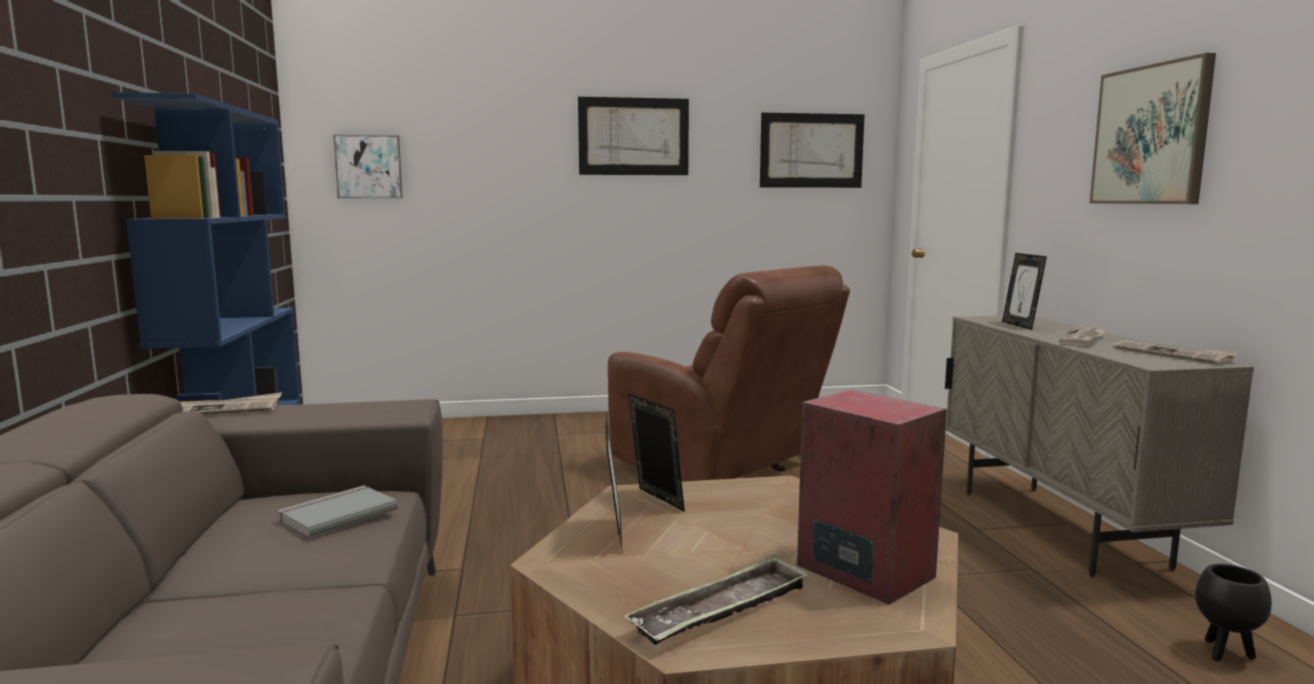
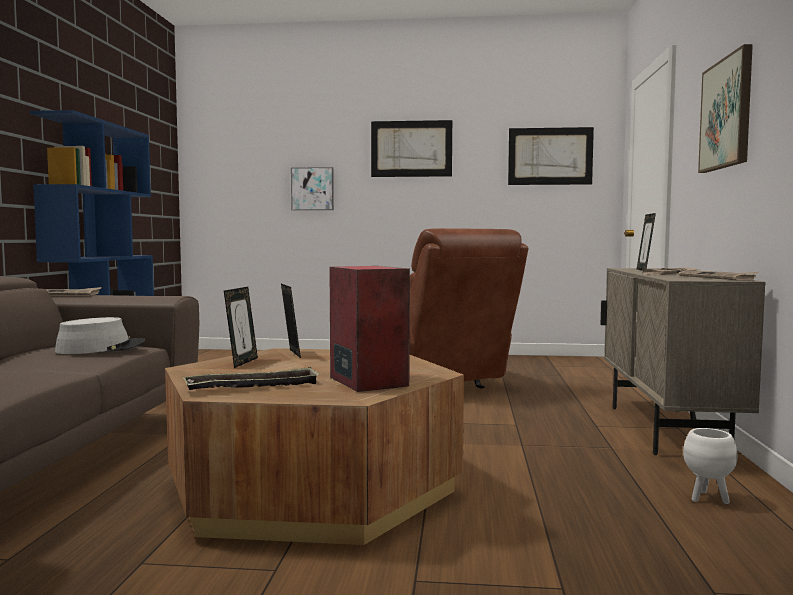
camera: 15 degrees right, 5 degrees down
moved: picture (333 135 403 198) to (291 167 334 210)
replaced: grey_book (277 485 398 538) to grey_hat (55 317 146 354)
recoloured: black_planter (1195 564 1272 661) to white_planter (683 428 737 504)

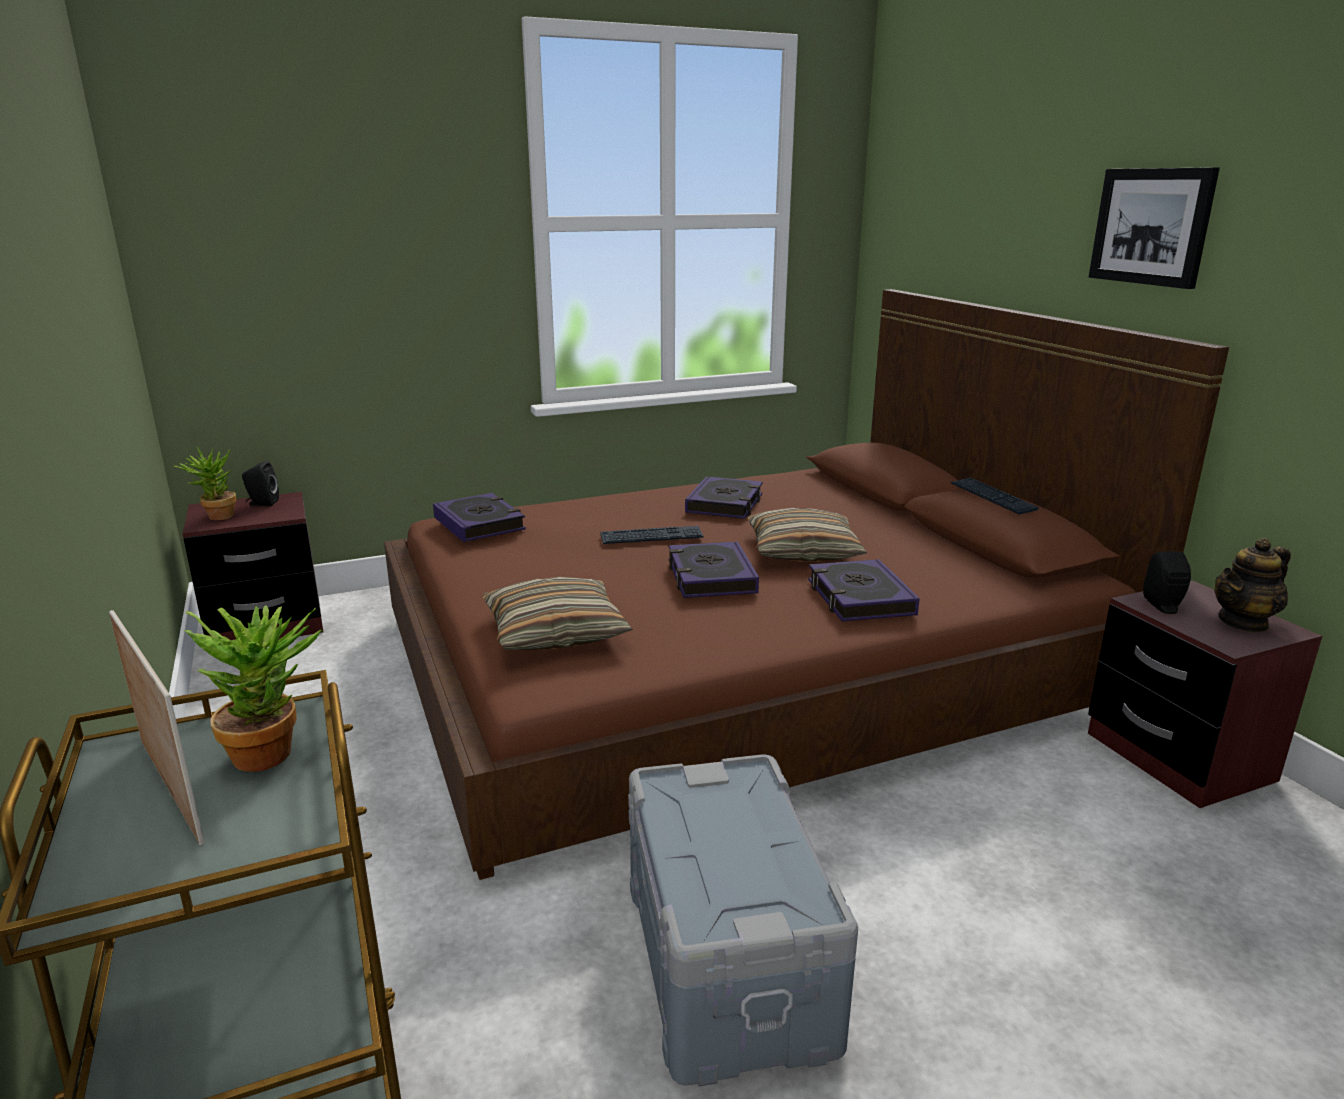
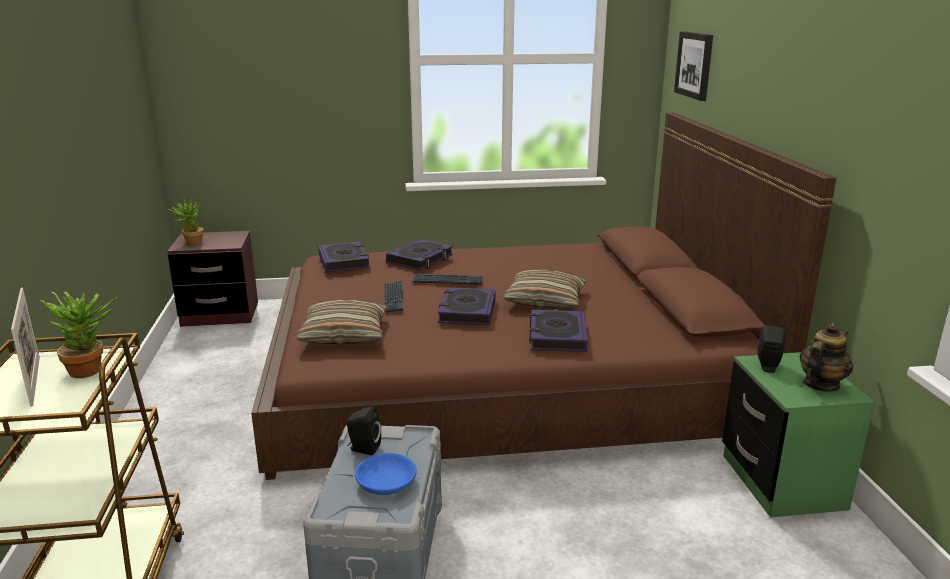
camera: 15 degrees right, 0 degrees up
added: blue_bowl (355 453 417 495)
moved: picture (1089 167 1220 289) to (674 31 713 101); black_speaker (242 461 279 506) to (347 406 381 455); book (685 476 763 519) to (386 239 453 271); keyboard (951 477 1039 515) to (384 281 404 312)
recoloured: brown_nightstand (1088 581 1322 808) to green_nightstand (722 352 874 517)
turned: teapot (1215 538 1291 633) = (800 323 853 392) 150 degrees clockwise

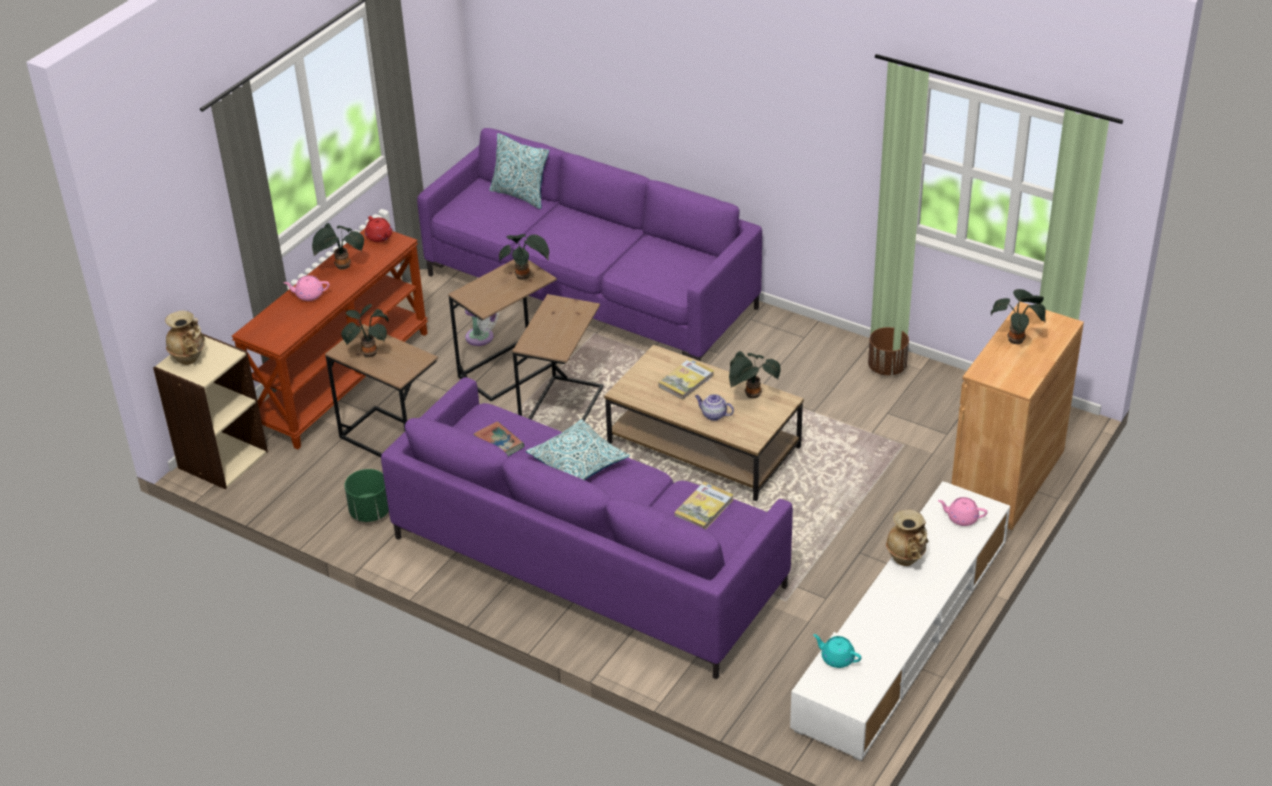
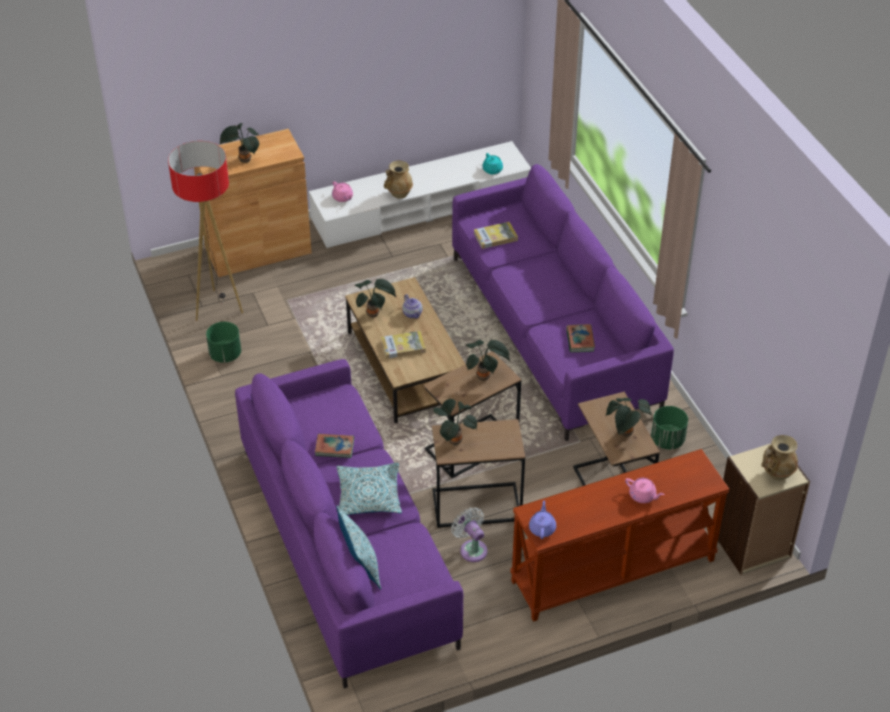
camera: 145 degrees left, 5 degrees up
added: floor_lamp (168 141 243 321); book (315 434 354 458)
moved: potted_plant (312 223 364 270) to (466 340 511 381); pillow (525 419 630 480) to (336 462 402 515)
recoloured: red_teapot (365 216 392 242) to purple_teapot (529 501 556 539); brown_planter (868 327 909 376) to green_planter (206 322 241 363)

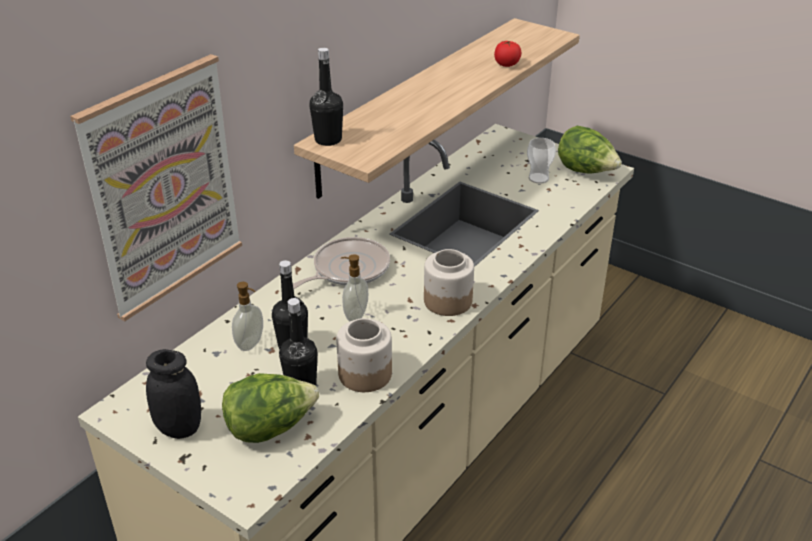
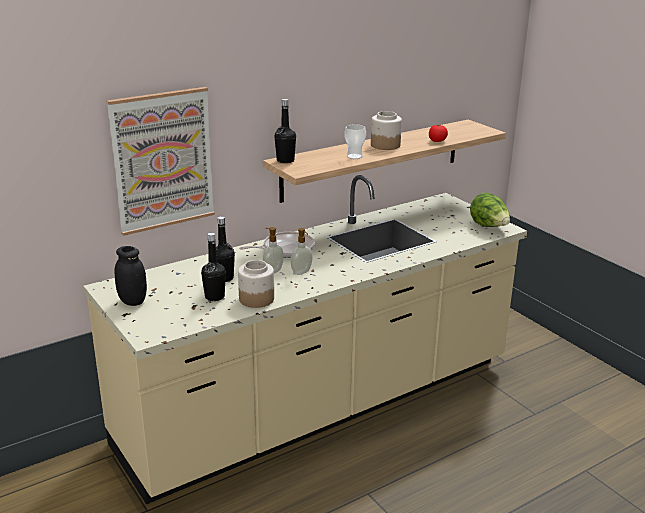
camera: 20 degrees right, 10 degrees down
removed: lettuce (222 373 319 443)
moved: cup (527 138 556 184) to (344 124 366 159); jar (424 249 474 316) to (371 111 402 150); soap_dispenser (232 282 263 351) to (291 228 313 275)

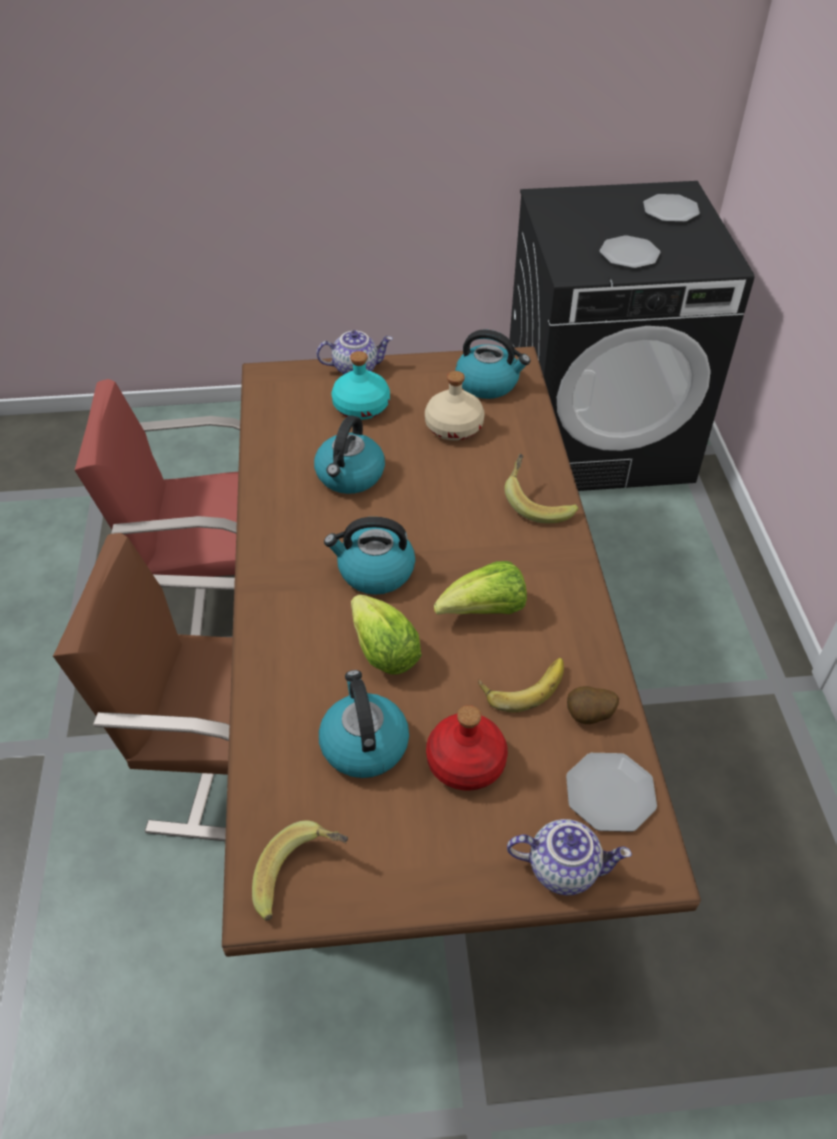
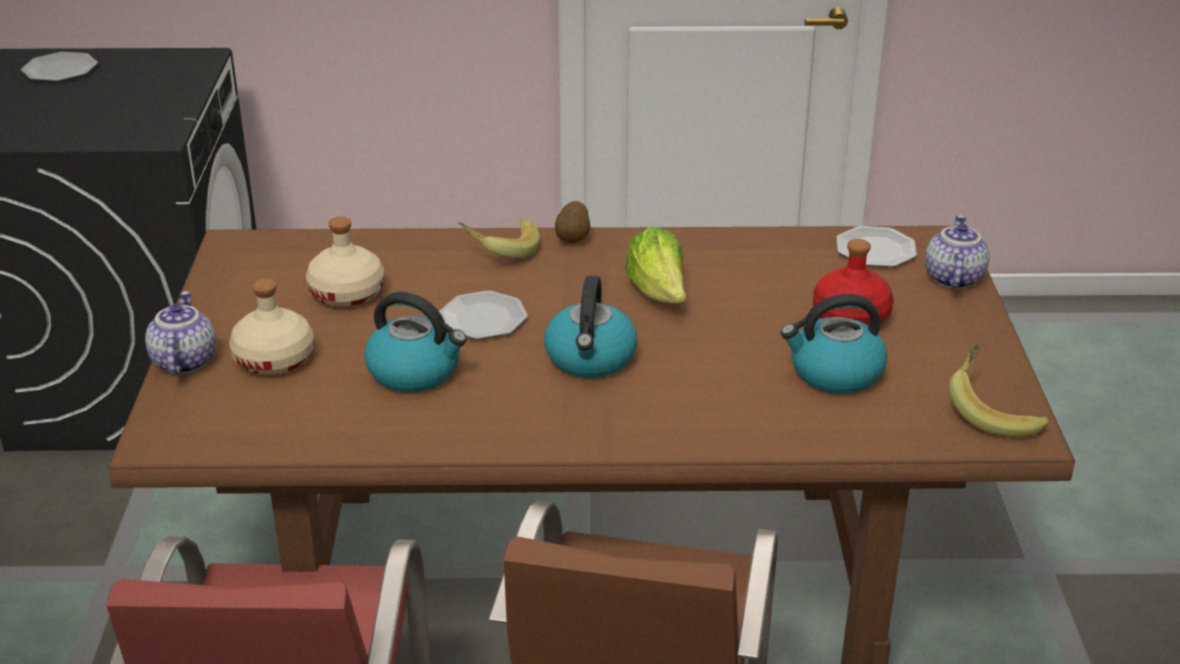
camera: 85 degrees left, 15 degrees down
removed: kettle (455 330 530 399); lettuce (351 594 422 675); banana (478 658 564 712)
moved: plate (600 236 660 268) to (439 291 528 339); potato (567 686 619 724) to (555 201 590 243)
recoloured: turquoise_bottle (331 351 390 420) to beige_bottle (229 279 314 375)

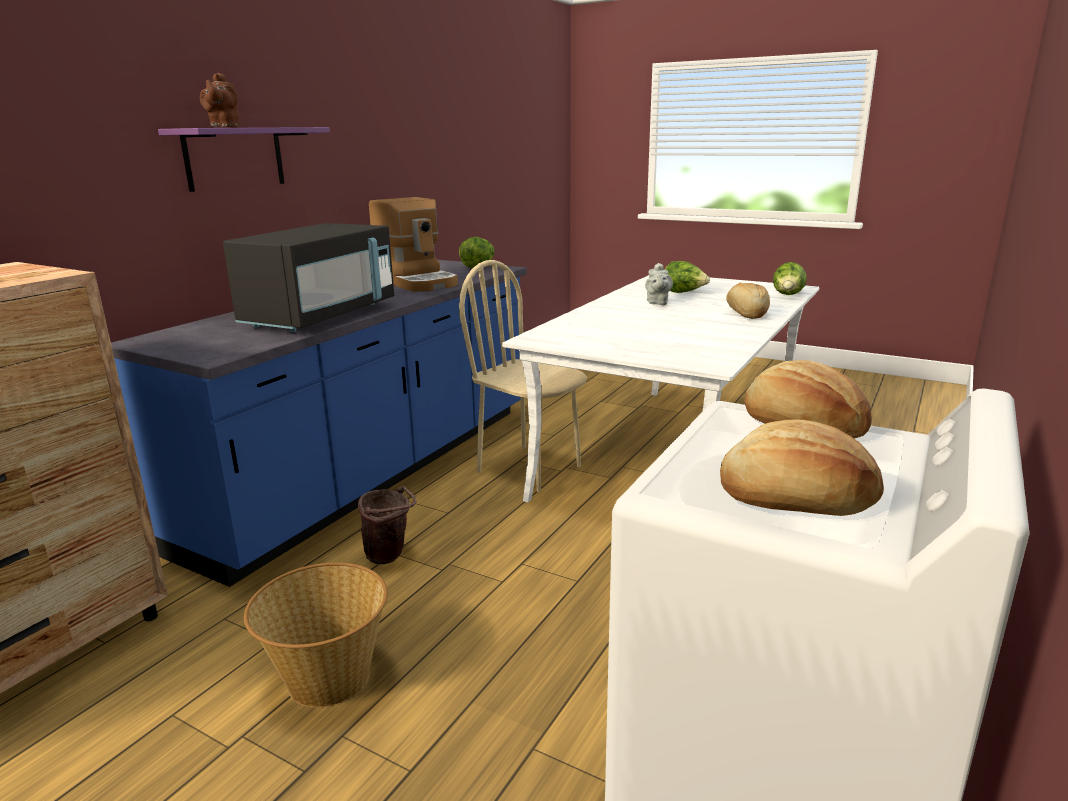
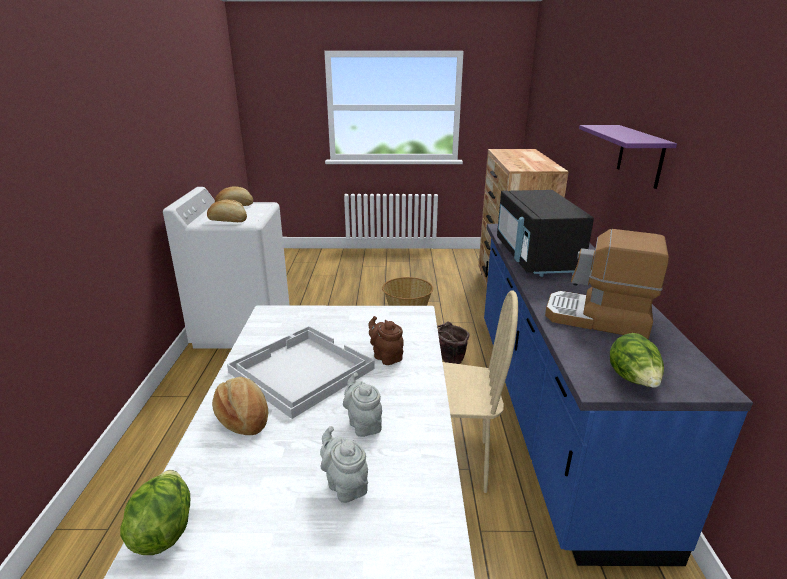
camera: 150 degrees right, 5 degrees up
added: white_tray (227 326 375 419)
moved: brown_teapot (200 73 240 127) to (369 316 404 365)
replaced: lettuce (665 261 710 293) to grey_teapot (320 426 368 503)

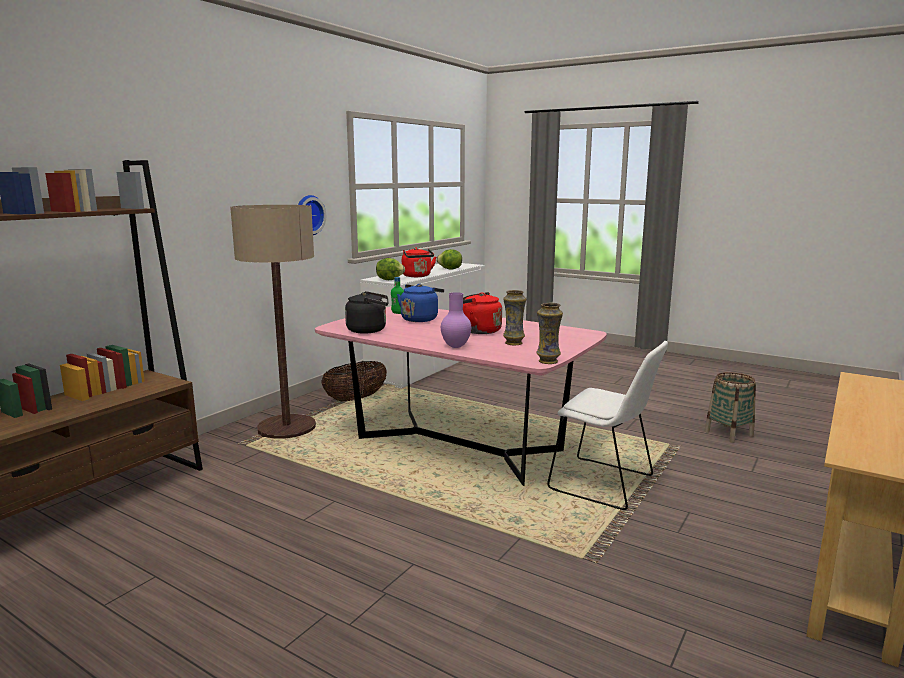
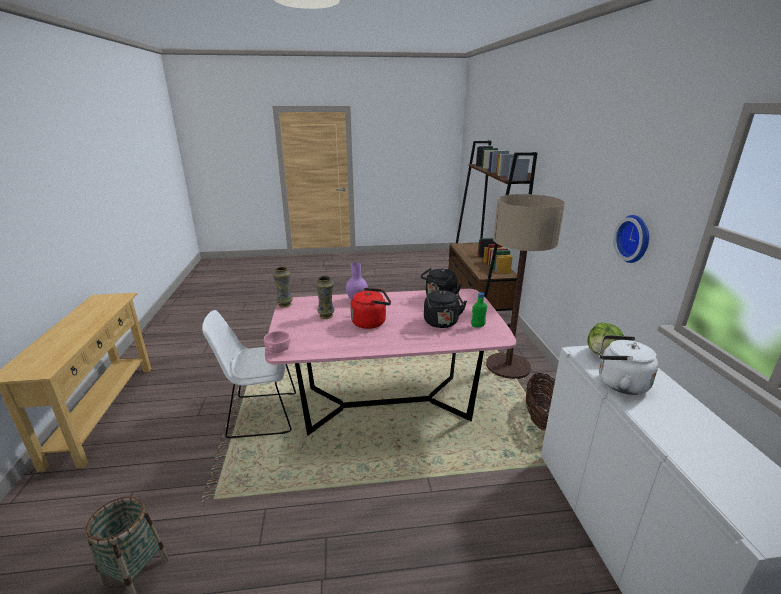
camera: 140 degrees right, 10 degrees up
removed: lettuce (436 249 462 270)
added: pink_bowl (264 331 291 353)
recoloured: red_kettle (402 247 436 277) to white_kettle (599 335 658 395); blue_kettle (397 284 444 322) to black_kettle (424 290 467 328)

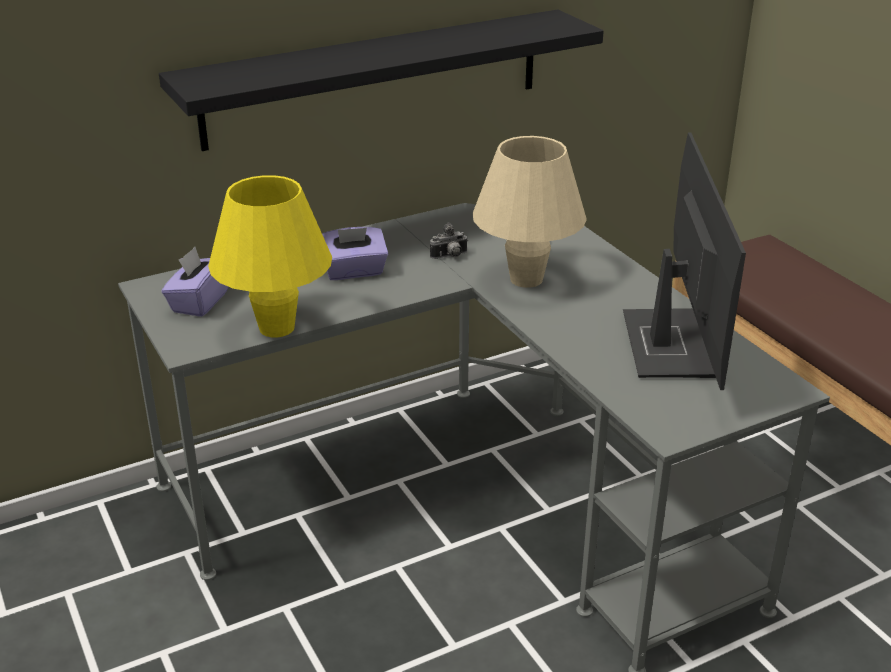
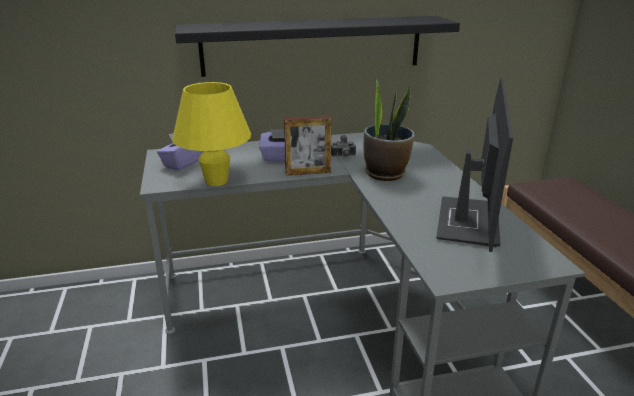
camera: 15 degrees right, 5 degrees down
added: picture_frame (284 116 332 176)
replaced: beige_table_lamp (473 136 587 288) to potted_plant (364 78 414 181)

